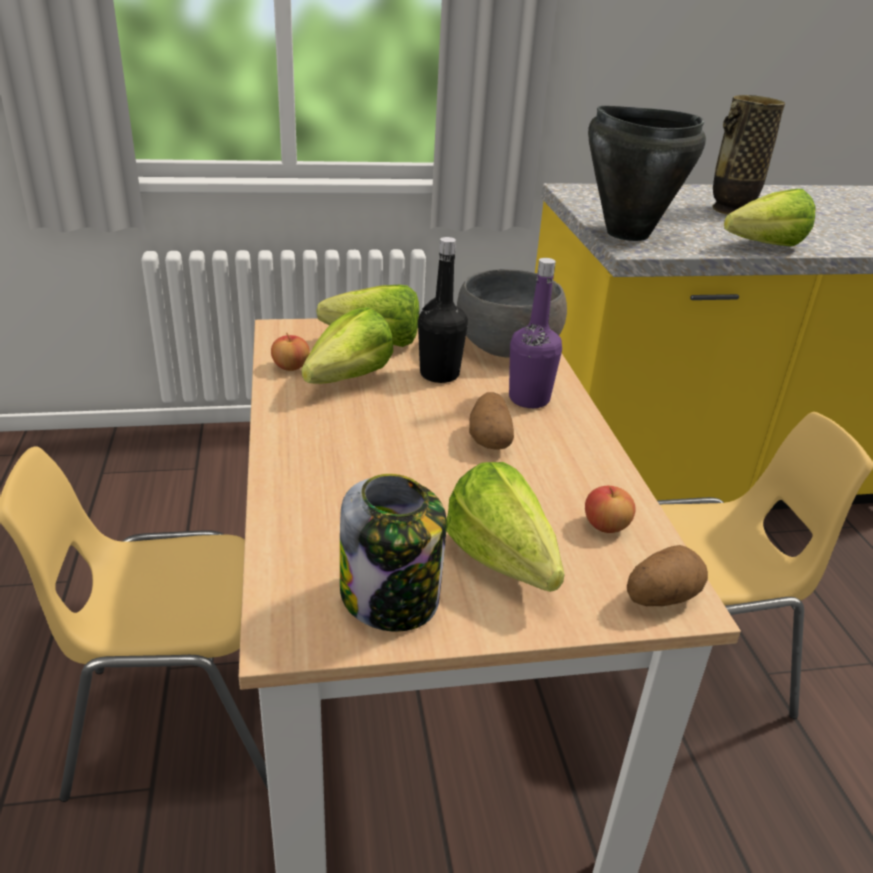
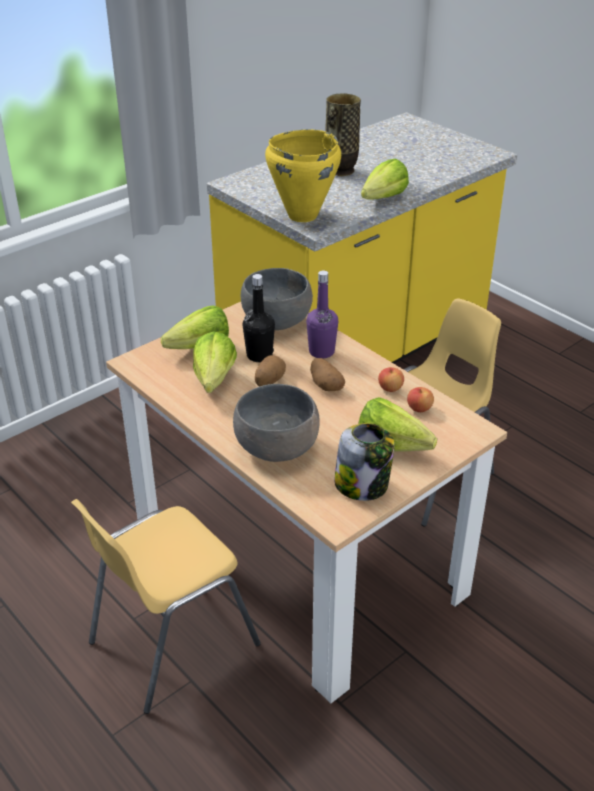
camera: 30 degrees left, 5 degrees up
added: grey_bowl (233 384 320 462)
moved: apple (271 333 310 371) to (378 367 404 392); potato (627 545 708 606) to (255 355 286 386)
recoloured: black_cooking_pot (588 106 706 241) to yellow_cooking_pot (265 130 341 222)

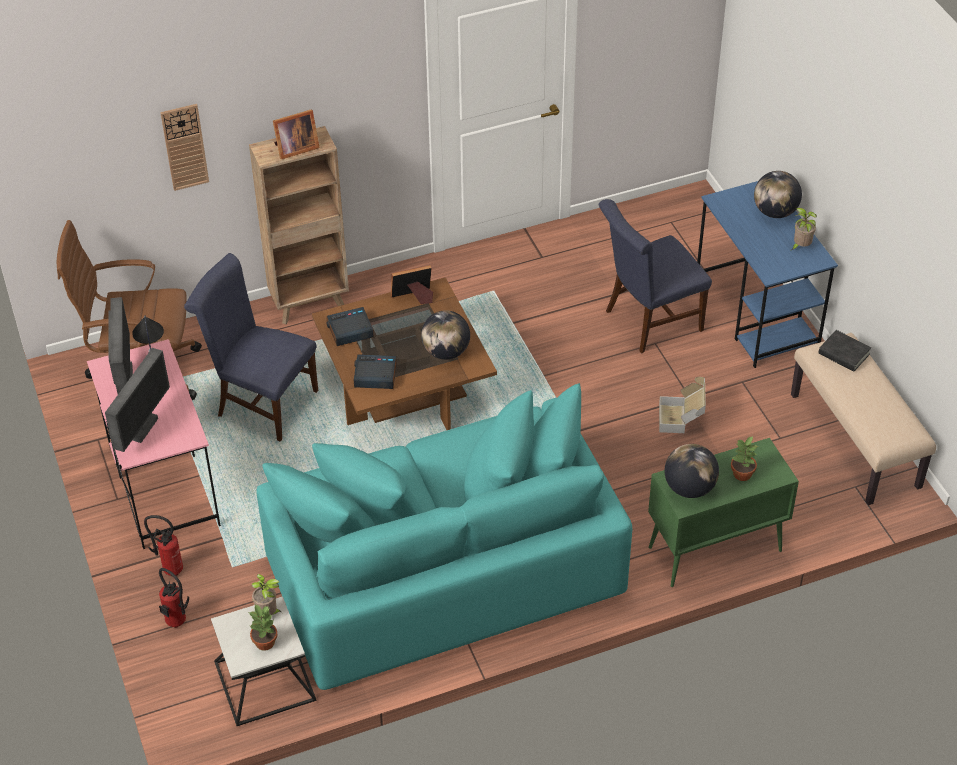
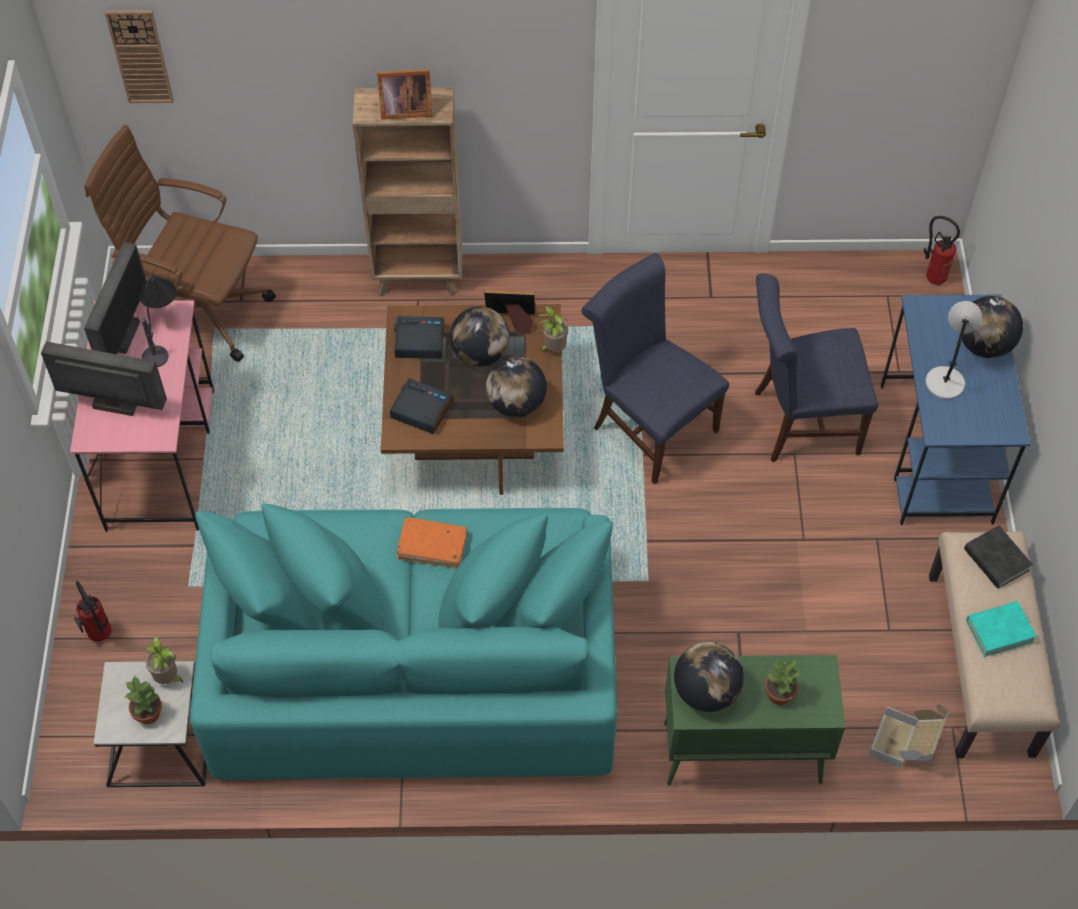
camera: 20 degrees right, 10 degrees up
added: grey_table_lamp (925 301 982 399); globe (450 306 510 366); orange_book (397 517 467 569); turquoise_book (966 601 1037 657)
moved: wall_clock (160 104 209 191) to (105 10 174 103); potted_plant (792 208 817 250) to (538 305 568 352); blue_chair (184 253 318 441) to (581 253 729 485); cardboard_box (659 377 706 433) to (869 704 949 768); fire_extinguisher (144 515 183 576) to (924 216 960 285)
turned: monitor (105 348 170 452) = (41 342 167 416) 120 degrees counterclockwise

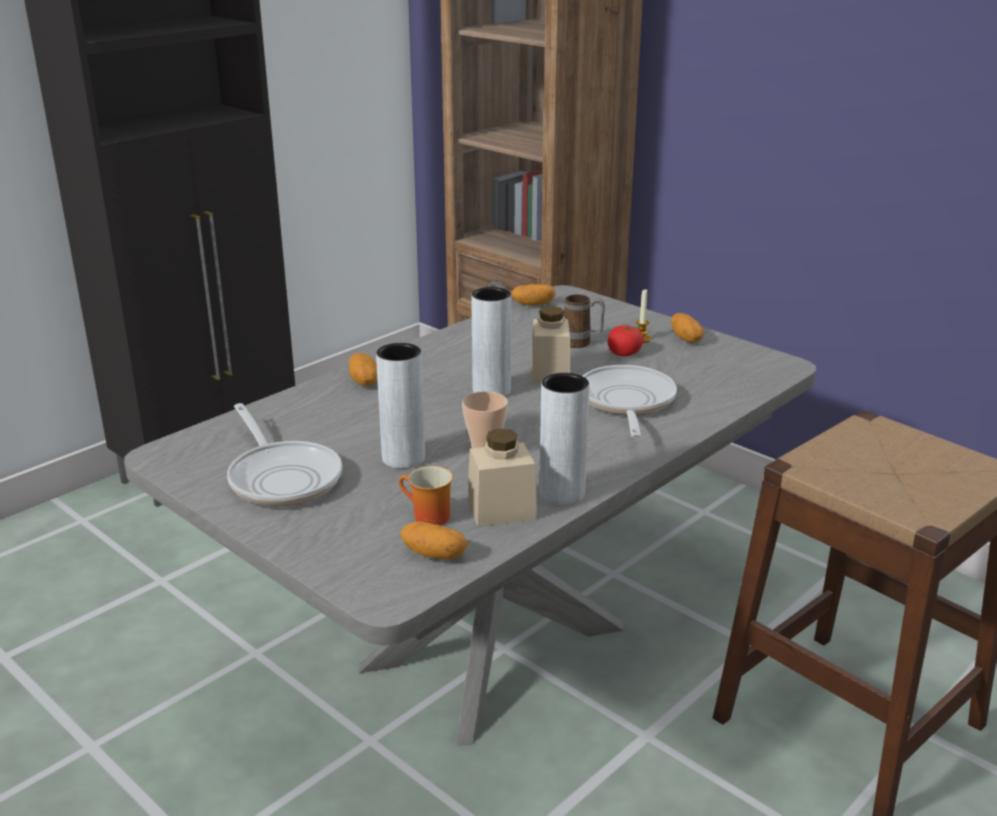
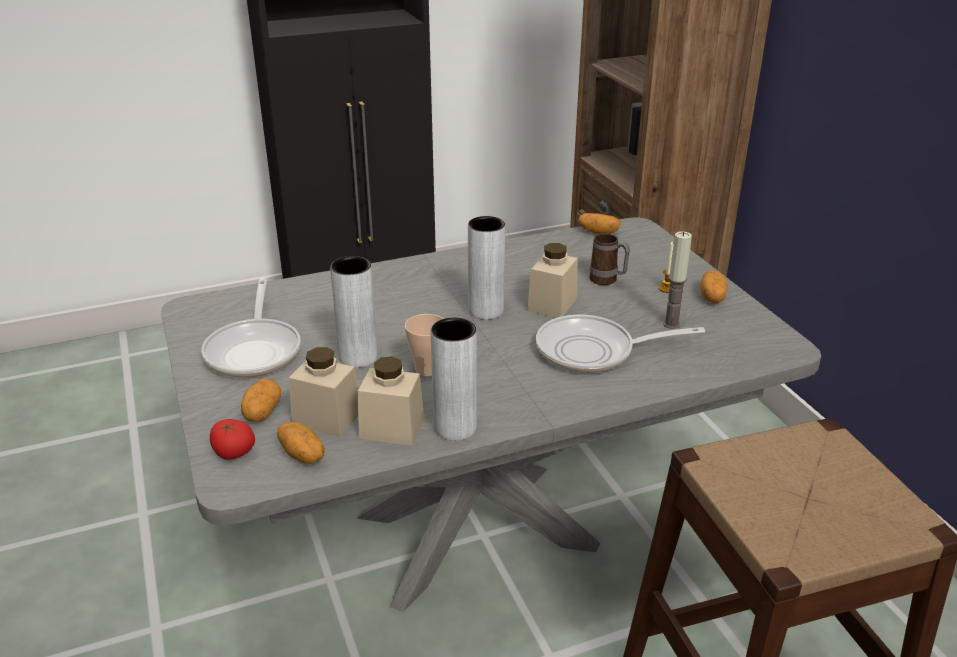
camera: 25 degrees right, 5 degrees up
added: candle (663 231 692 329)
moved: tomato (608 325 644 356) to (210 419 255 460); potato (349 353 377 386) to (241 378 281 422)
replaced: mug (399 466 453 526) to beige_jar (289 347 358 437)
turned: frying_pan (583 365 677 438) = (536 314 705 373) 120 degrees counterclockwise

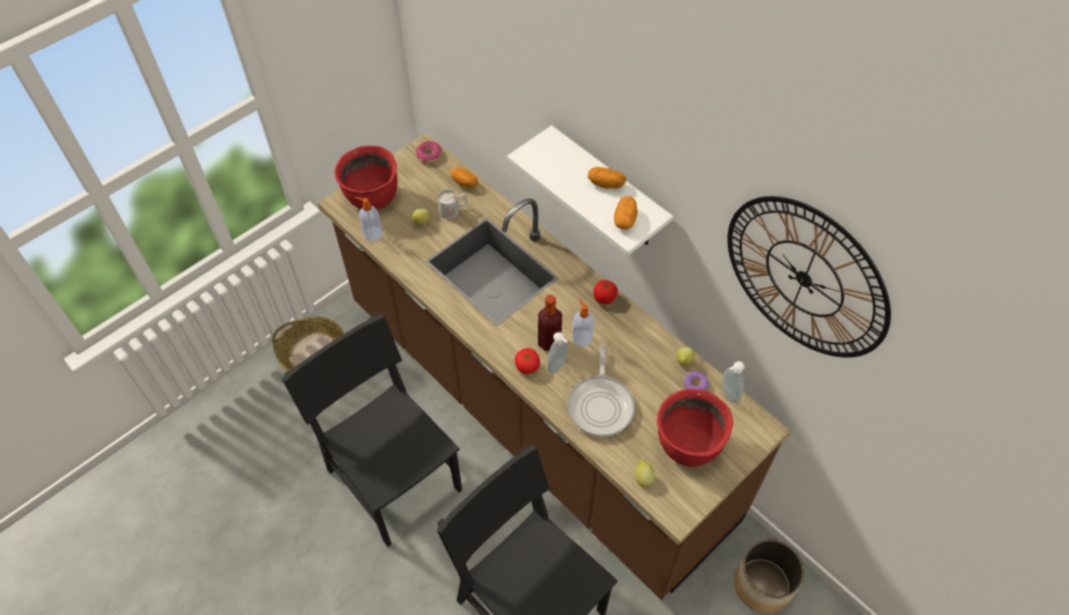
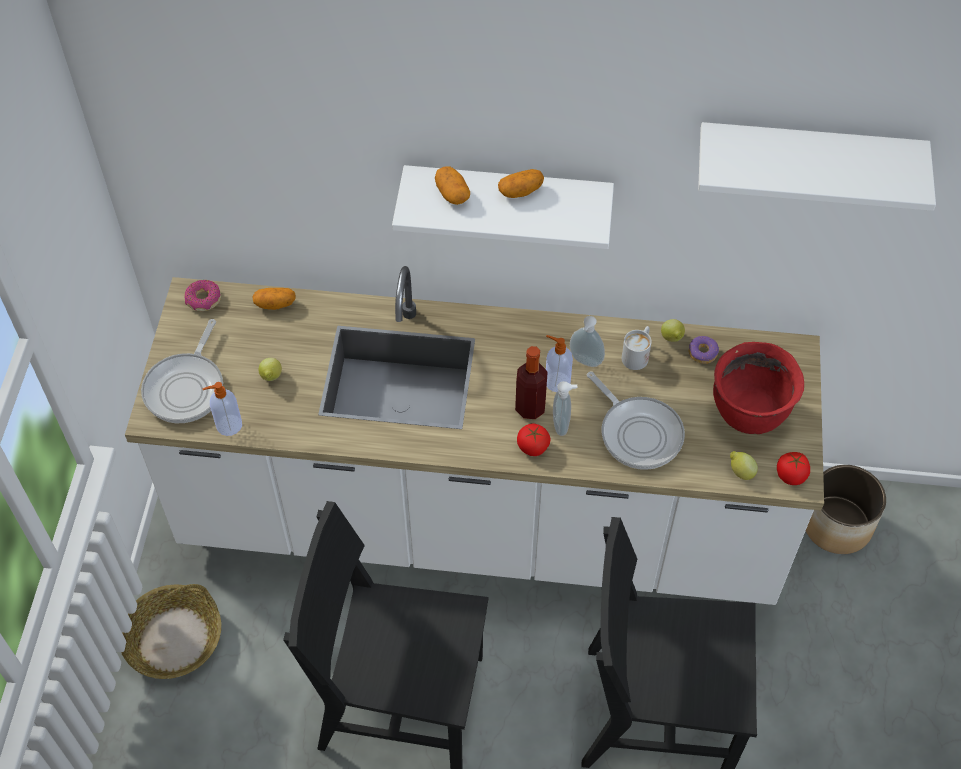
camera: 40 degrees left, 0 degrees up
moved: white_mug (438 189 467 219) to (622 326 652 370); potato (614 196 637 229) to (435 166 470 205); tomato (593 280 618 304) to (777 452 810 485); soap_dispenser (722 361 745 403) to (570 316 605 367)
replaced: red_cooking_pot (334 146 398 210) to frying_pan (141 319 223 423); wall_clock (727 196 891 358) to white_shelf (698 122 936 211)
recoloured: brown_counter (317 133 791 600) to white_counter (125 266 824 605)

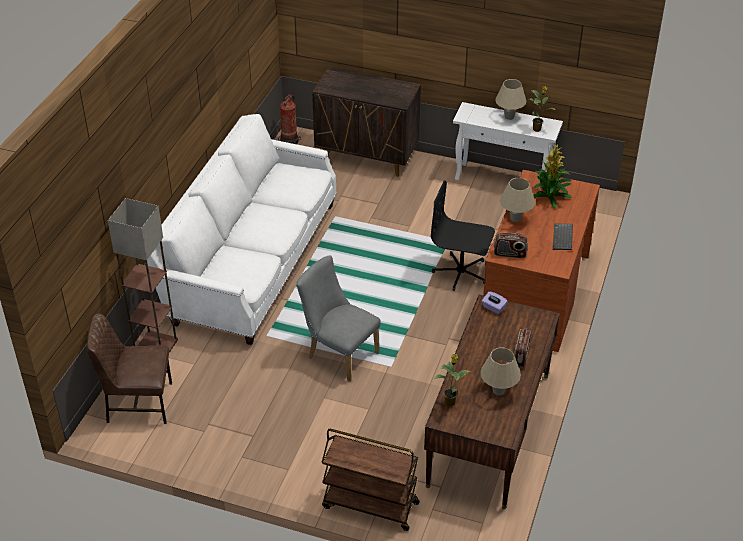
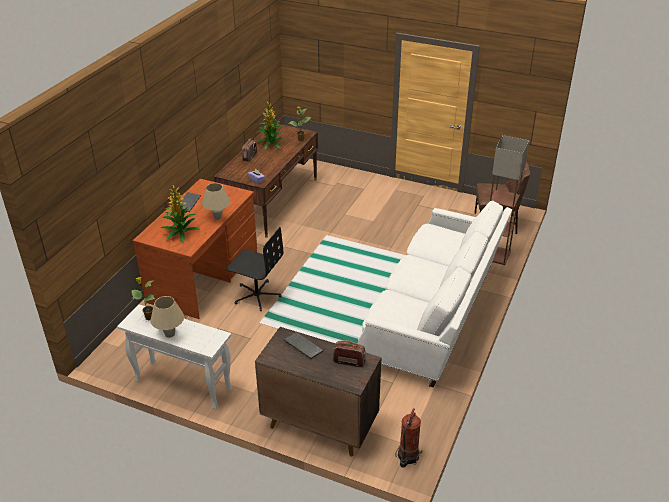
camera: 175 degrees left, 5 degrees down
removed: grey_chair (296 255 381 382); brown_cart (321 429 420 531)
added: keyboard (284 332 324 359)
moved: radio (494 232 528 258) to (333 340 366 367)
replaced: beige_table_lamp (480 347 521 396) to potted_plant (256 102 284 149)

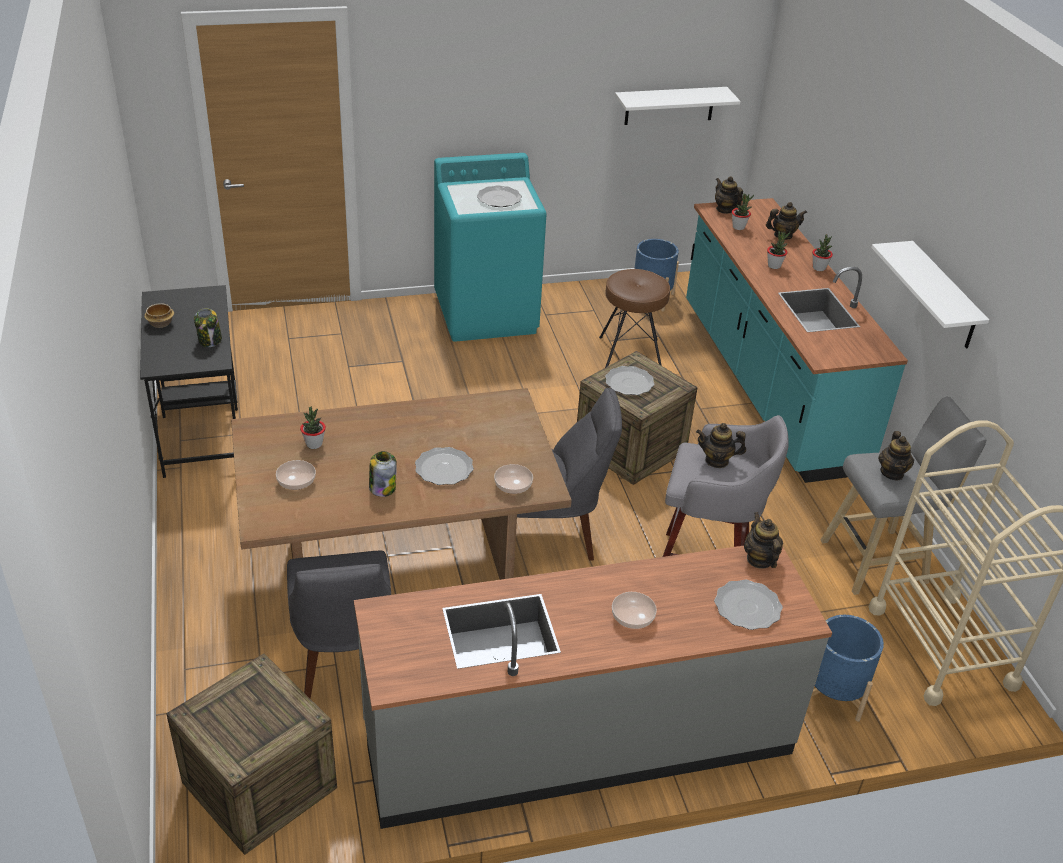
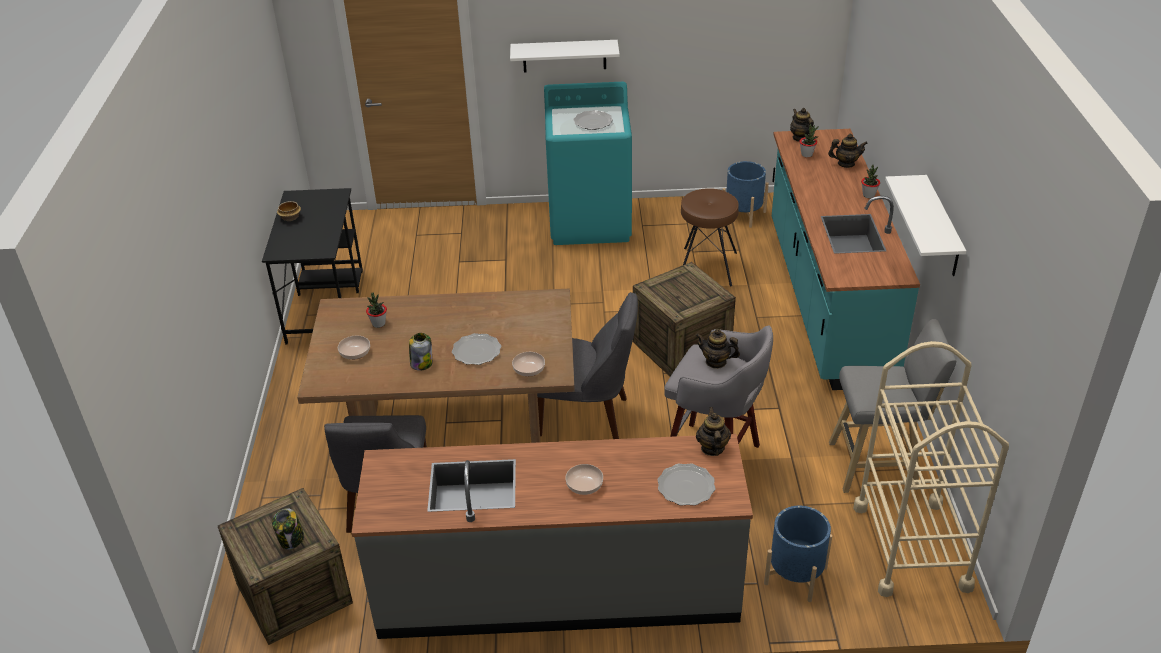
camera: 15 degrees right, 0 degrees up
removed: potted_plant (767 231 790 269); plate (605 366 654 395); teapot (878 431 914 480)
moved: white_shelf (615 87 741 125) to (510 40 620 73); jar (194 308 222 347) to (272 508 304 550)

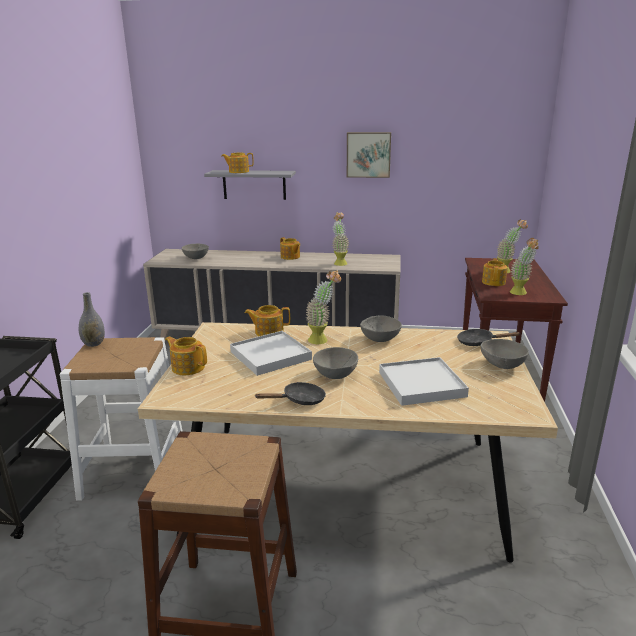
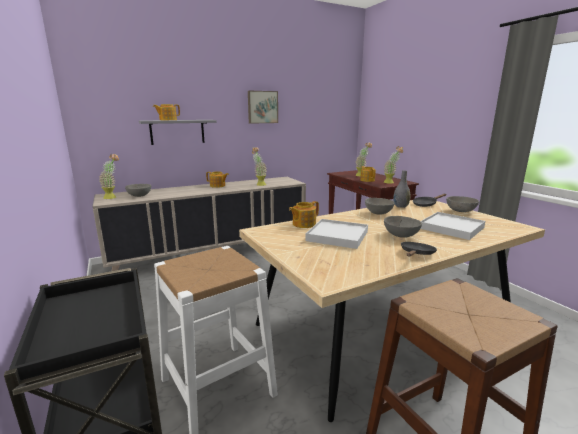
camera: 35 degrees left, 5 degrees down
removed: teapot (165 337 207 375)
moved: potted_plant (306 270 341 344) to (99 154 119 199); grey_vase (79 292 105 347) to (393 170 410 208)

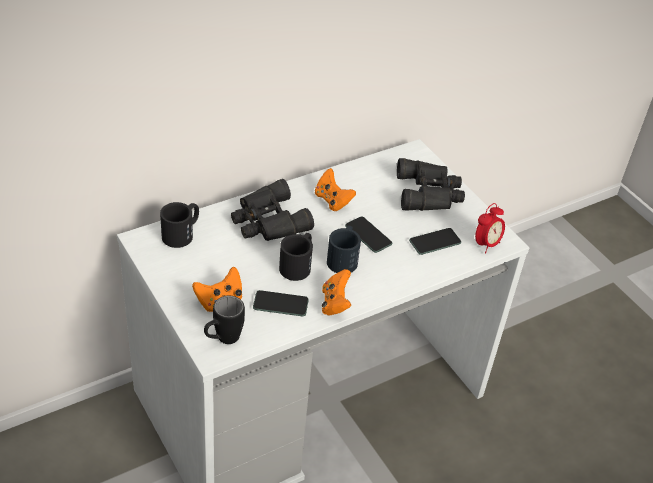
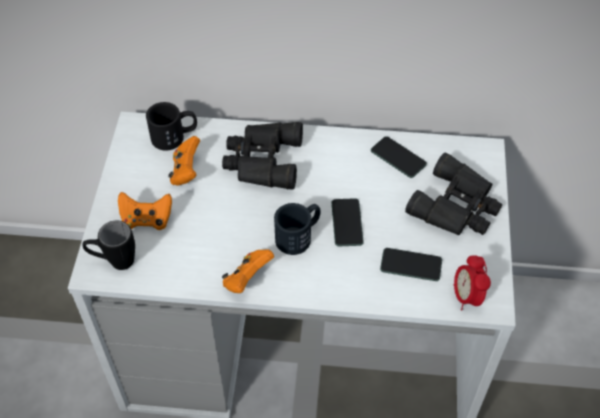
camera: 40 degrees right, 10 degrees up
removed: black_mug (279 233 313 281)
moved: orange_game_controller (315 168 356 211) to (168 136 200 185); phone (253 290 309 316) to (371 136 427 178)
turned: alarm_clock (475 203 505 253) = (453 255 491 310) 90 degrees clockwise

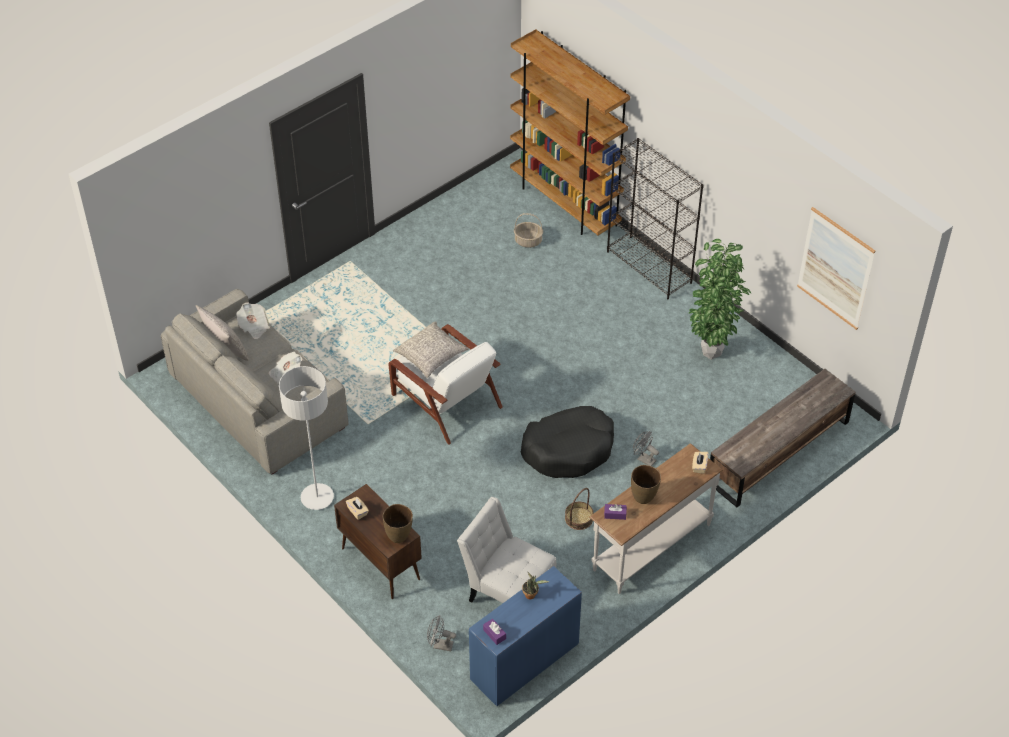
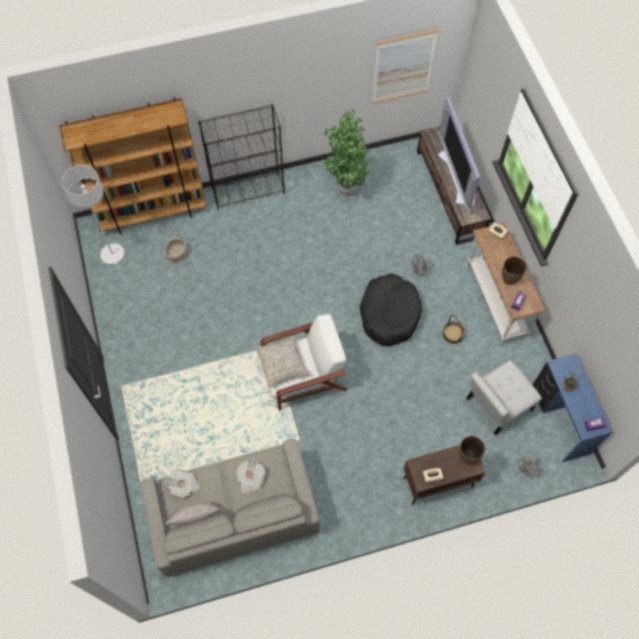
camera: 65 degrees left, 15 degrees up
added: television (439 97 480 212)
moved: grey_floor_lamp (279 366 334 510) to (62 165 124 264)

